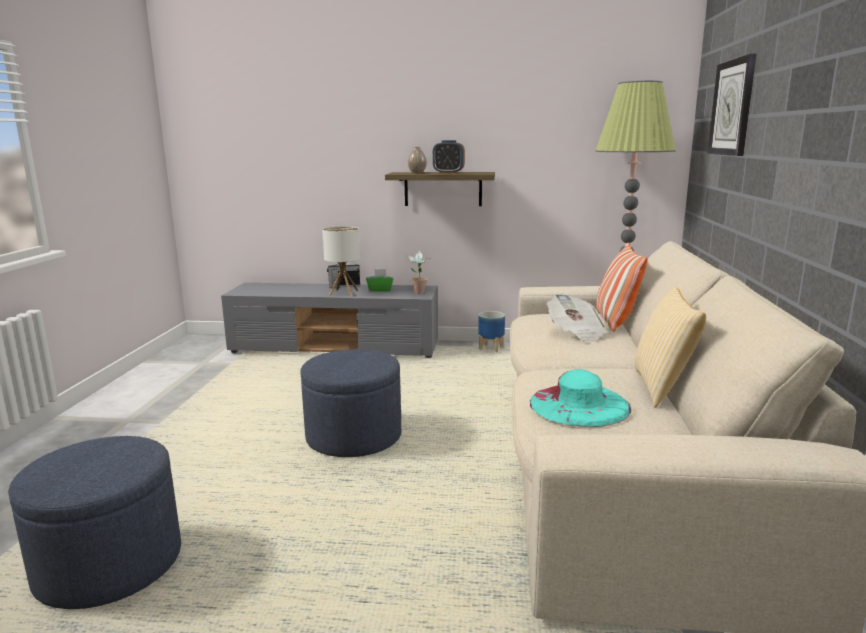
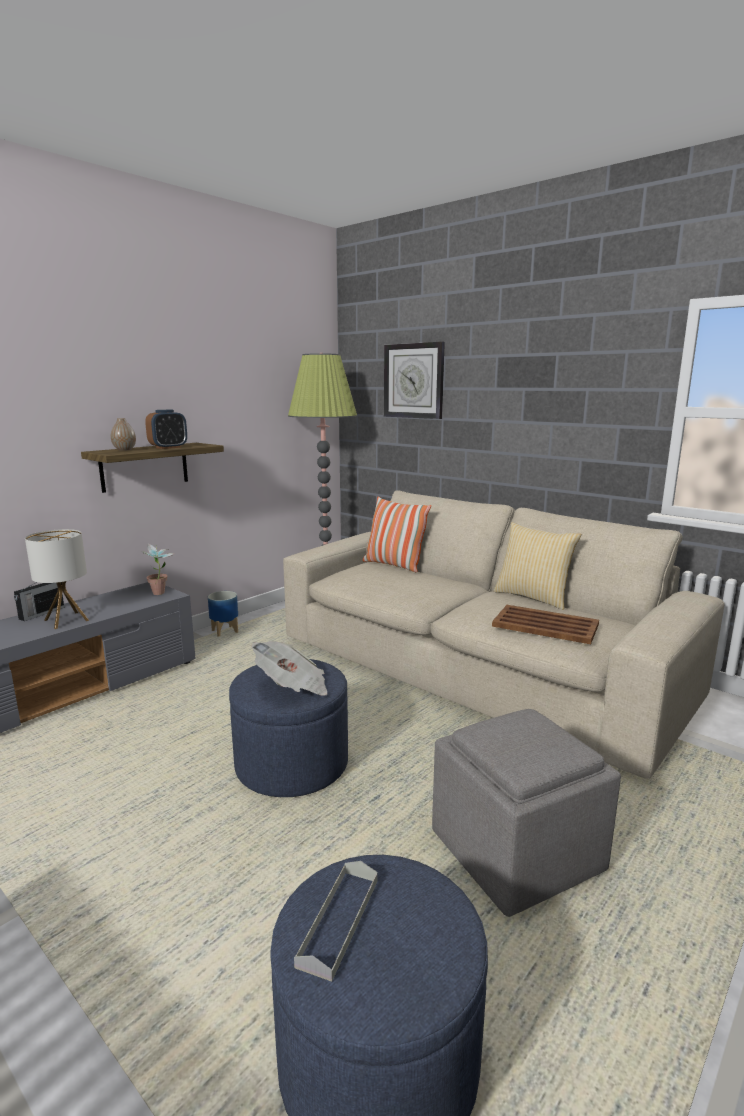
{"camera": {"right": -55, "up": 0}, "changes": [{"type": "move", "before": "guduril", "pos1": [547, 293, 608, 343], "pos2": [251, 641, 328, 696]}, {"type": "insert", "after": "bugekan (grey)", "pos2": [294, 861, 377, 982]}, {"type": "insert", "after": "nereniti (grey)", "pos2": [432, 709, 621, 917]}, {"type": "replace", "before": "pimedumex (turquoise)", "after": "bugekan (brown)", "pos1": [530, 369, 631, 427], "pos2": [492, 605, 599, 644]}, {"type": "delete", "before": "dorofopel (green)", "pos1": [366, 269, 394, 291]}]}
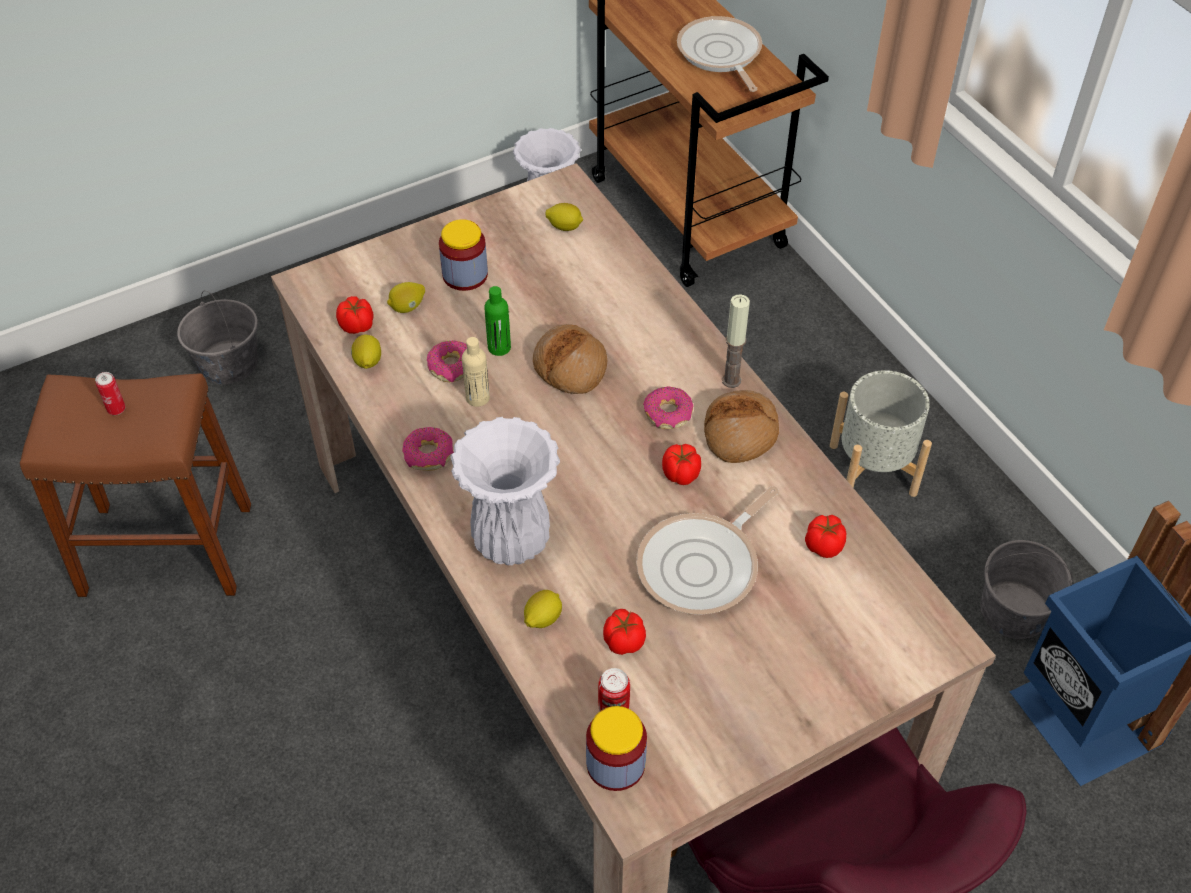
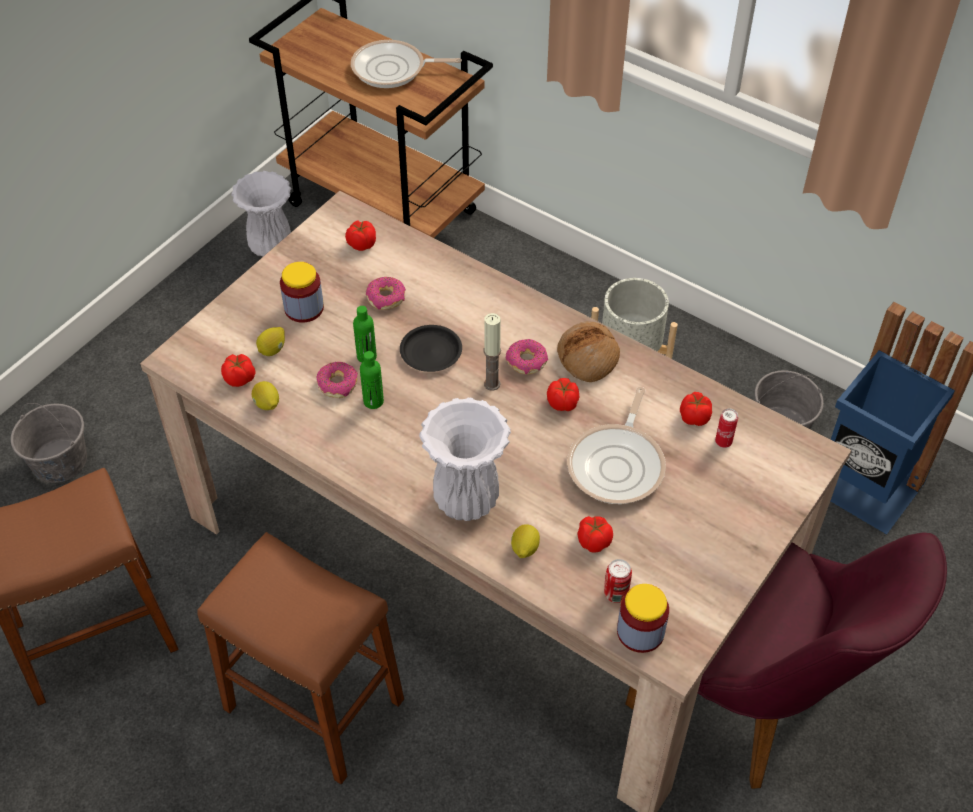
{"camera": {"right": -25, "up": 0}, "changes": [{"type": "insert", "after": "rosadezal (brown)", "pos2": [197, 532, 404, 784]}, {"type": "replace", "before": "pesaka", "after": "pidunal", "pos1": [545, 203, 583, 231], "pos2": [345, 220, 376, 251]}, {"type": "rotate", "before": "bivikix", "pos1": [677, 16, 762, 92], "pos2": [351, 40, 462, 88], "turn": -45}, {"type": "recolor", "before": "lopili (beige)", "after": "lopili (green)", "pos1": [462, 337, 490, 407], "pos2": [360, 351, 384, 409]}, {"type": "move", "before": "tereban", "pos1": [402, 427, 454, 471], "pos2": [366, 277, 406, 310]}, {"type": "replace", "before": "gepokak", "after": "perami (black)", "pos1": [533, 324, 607, 394], "pos2": [400, 325, 462, 372]}, {"type": "move", "before": "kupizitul", "pos1": [722, 294, 750, 388], "pos2": [484, 313, 501, 391]}, {"type": "move", "before": "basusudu", "pos1": [95, 372, 126, 415], "pos2": [715, 409, 738, 448]}]}
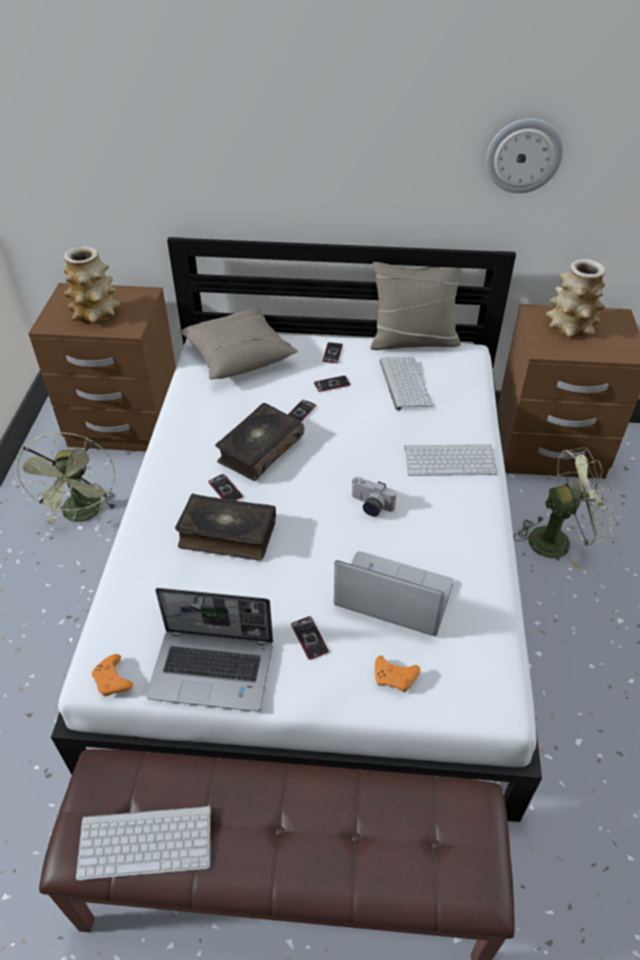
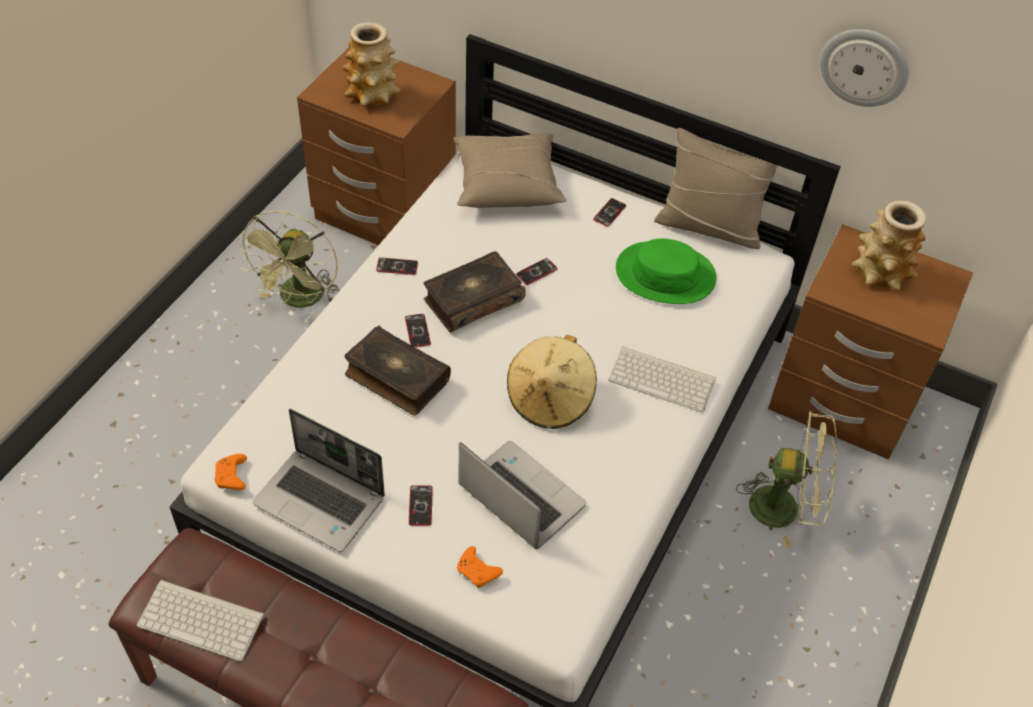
{"camera": {"right": 20, "up": 5}, "changes": [{"type": "move", "before": "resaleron", "pos1": [314, 376, 350, 392], "pos2": [376, 257, 418, 275]}, {"type": "replace", "before": "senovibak", "after": "pimedumex (beige)", "pos1": [351, 477, 396, 516], "pos2": [507, 335, 597, 429]}, {"type": "replace", "before": "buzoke", "after": "pimedumex (green)", "pos1": [380, 357, 433, 411], "pos2": [616, 238, 717, 304]}]}
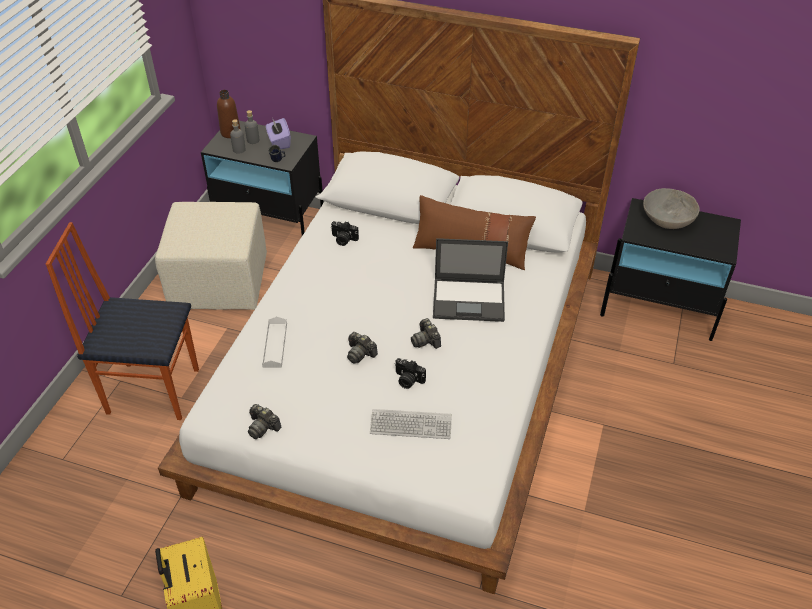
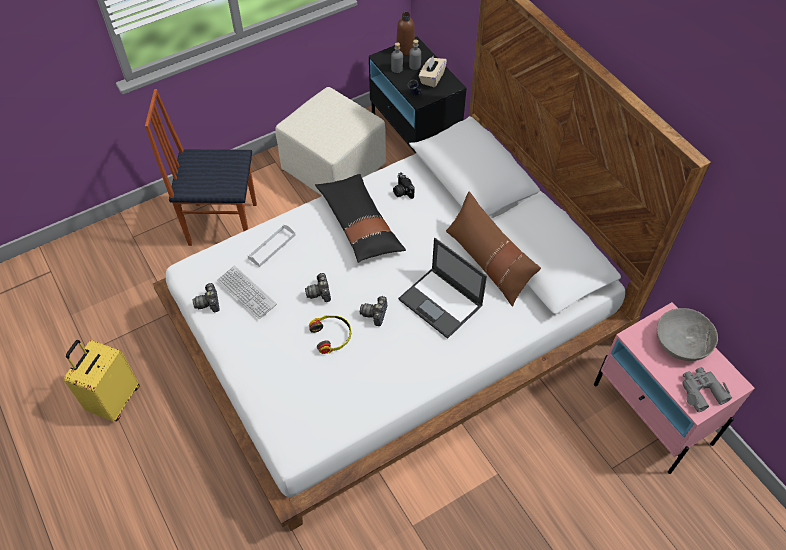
{"camera": {"right": 40, "up": 10}, "changes": [{"type": "rotate", "before": "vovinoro", "pos1": [46, 222, 199, 420], "pos2": [145, 89, 257, 246], "turn": -45}, {"type": "move", "before": "buzoke", "pos1": [370, 409, 452, 439], "pos2": [217, 265, 277, 319]}, {"type": "replace", "before": "senovibak", "after": "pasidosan", "pos1": [395, 358, 426, 389], "pos2": [309, 315, 351, 354]}, {"type": "insert", "after": "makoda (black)", "pos2": [315, 174, 406, 263]}, {"type": "recolor", "before": "dorofopel (purple)", "after": "dorofopel (beige)", "pos1": [266, 118, 291, 149], "pos2": [419, 56, 447, 87]}, {"type": "recolor", "before": "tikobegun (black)", "after": "tikobegun (pink)", "pos1": [600, 198, 741, 341], "pos2": [594, 302, 755, 474]}, {"type": "insert", "after": "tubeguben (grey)", "pos2": [682, 367, 733, 412]}]}
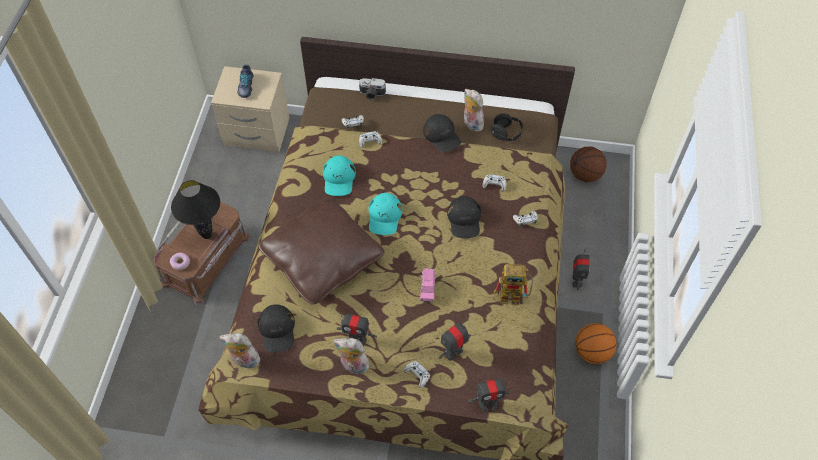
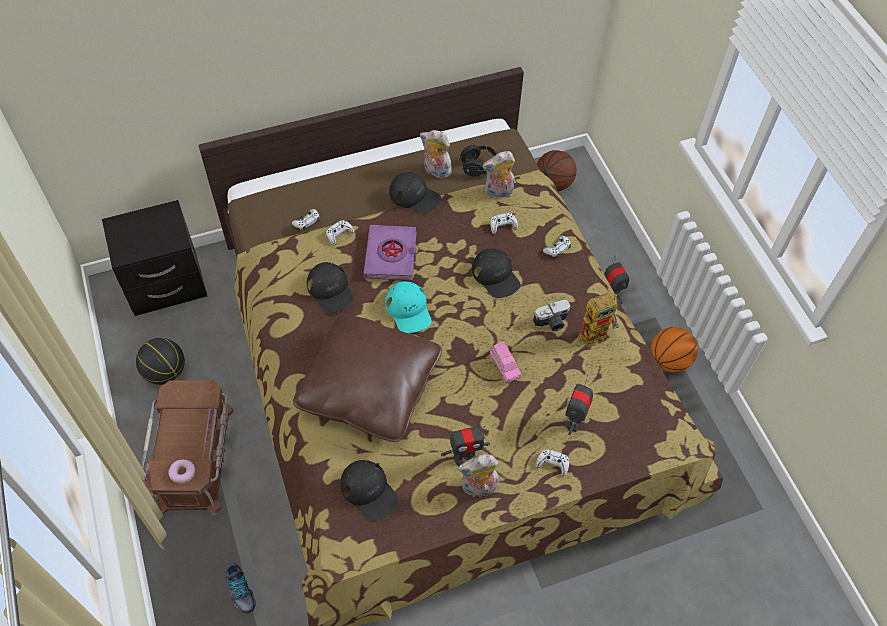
{"camera": {"right": -30, "up": 0}, "changes": [{"type": "recolor", "before": "tikobegun (beige)", "after": "tikobegun (black)", "pos1": [211, 66, 290, 152], "pos2": [102, 200, 207, 316]}, {"type": "insert", "after": "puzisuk", "pos2": [136, 338, 185, 385]}, {"type": "move", "before": "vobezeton", "pos1": [237, 65, 253, 98], "pos2": [225, 563, 256, 613]}, {"type": "recolor", "before": "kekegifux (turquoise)", "after": "kekegifux (black)", "pos1": [323, 156, 356, 196], "pos2": [307, 262, 354, 313]}, {"type": "insert", "after": "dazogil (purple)", "pos2": [364, 225, 417, 281]}, {"type": "move", "before": "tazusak", "pos1": [219, 333, 260, 368], "pos2": [482, 151, 515, 199]}, {"type": "move", "before": "senovibak", "pos1": [359, 78, 386, 100], "pos2": [533, 299, 571, 331]}, {"type": "delete", "before": "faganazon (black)", "pos1": [171, 180, 220, 239]}, {"type": "delete", "before": "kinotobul", "pos1": [468, 379, 510, 412]}]}
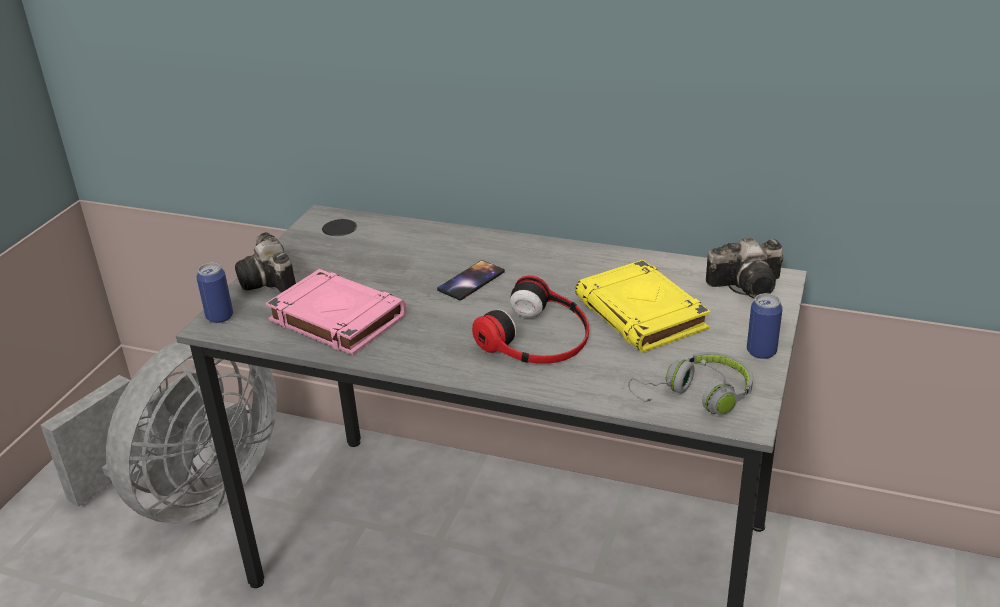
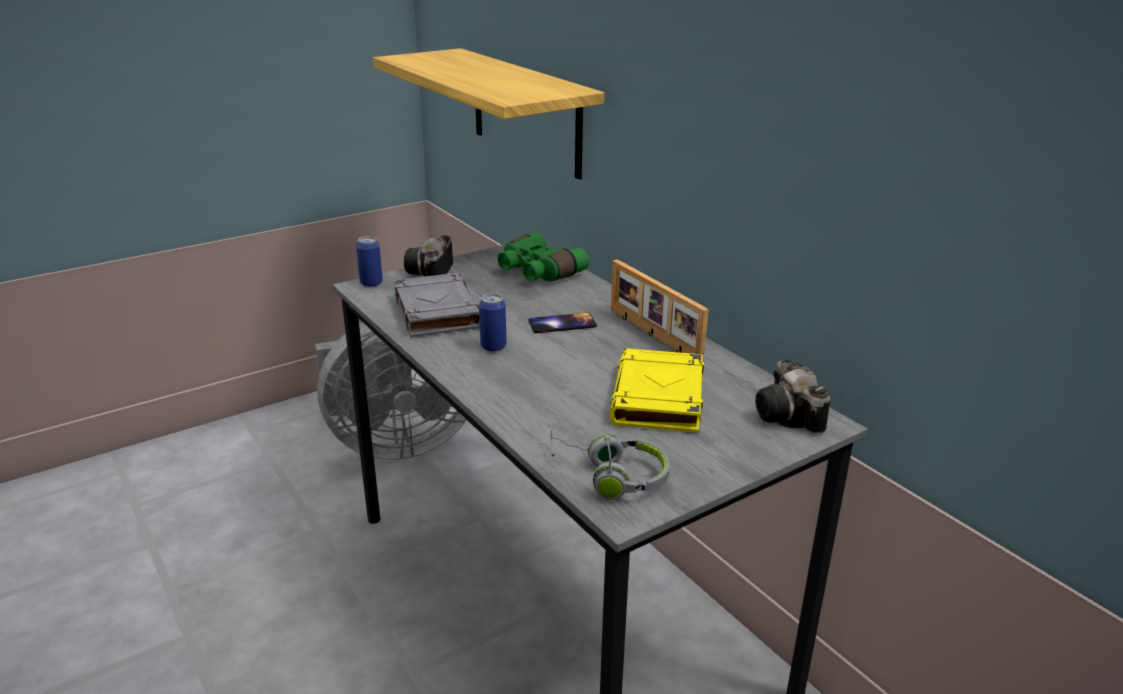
{"camera": {"right": 35, "up": -5}, "changes": [{"type": "insert", "after": "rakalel", "pos2": [373, 48, 604, 179]}, {"type": "recolor", "before": "dazogil (pink)", "after": "dazogil (grey)", "pos1": [266, 269, 407, 355], "pos2": [394, 273, 480, 337]}, {"type": "move", "before": "basusudu", "pos1": [747, 293, 783, 359], "pos2": [479, 293, 506, 352]}, {"type": "insert", "after": "tubeguben (green)", "pos2": [498, 232, 589, 281]}, {"type": "insert", "after": "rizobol", "pos2": [611, 259, 709, 362]}, {"type": "rotate", "before": "senovibak", "pos1": [706, 237, 783, 298], "pos2": [755, 359, 830, 434], "turn": 45}, {"type": "delete", "before": "pasidosan", "pos1": [472, 275, 589, 364]}]}
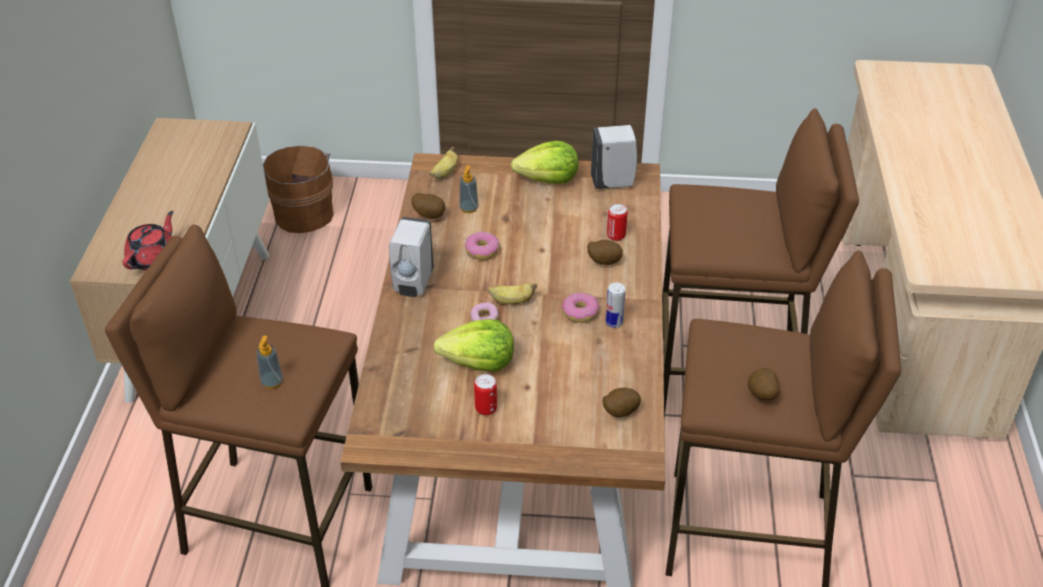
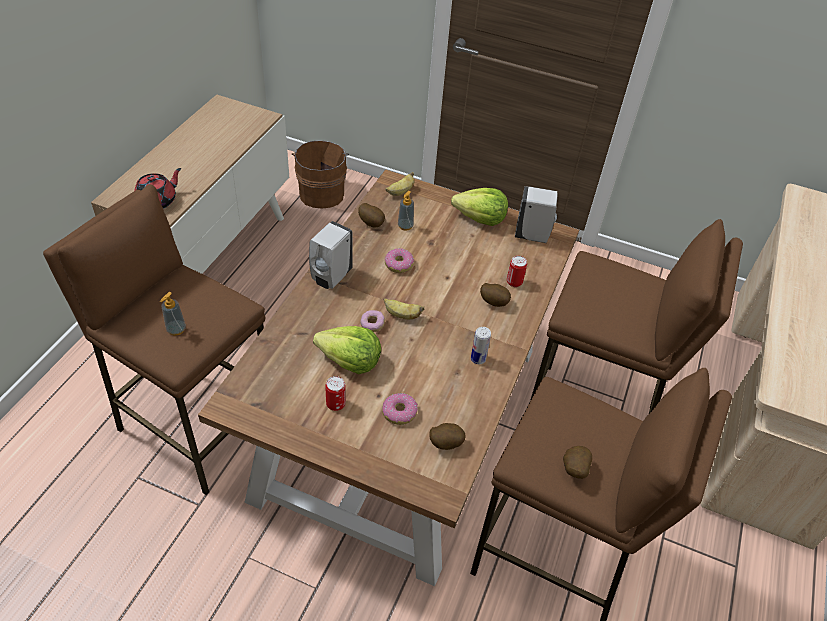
{"camera": {"right": 15, "up": 5}, "changes": [{"type": "move", "before": "tereban", "pos1": [562, 292, 599, 323], "pos2": [382, 393, 418, 425]}]}
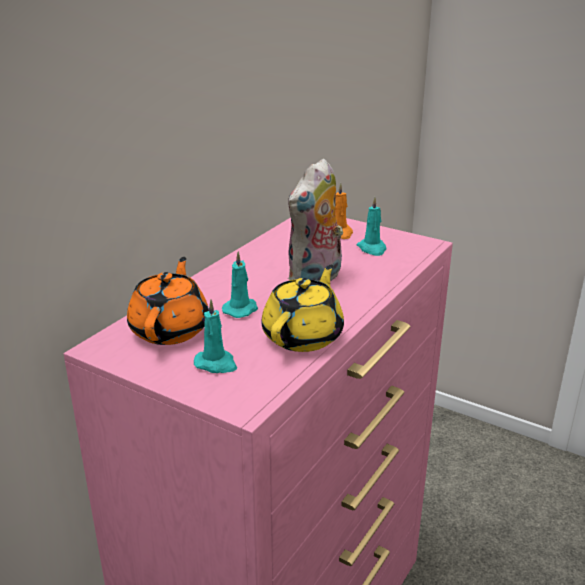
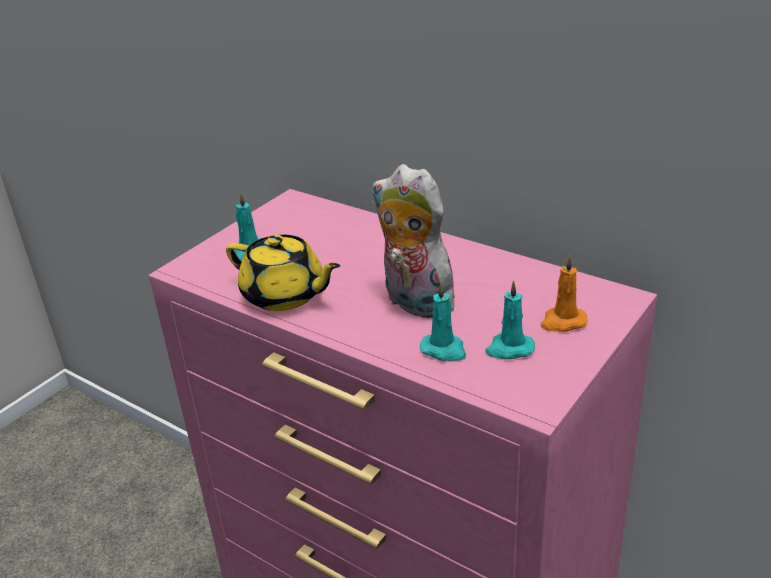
{"camera": {"right": 95, "up": 5}, "changes": [{"type": "move", "before": "kupizitul (turquoise)", "pos1": [222, 251, 258, 318], "pos2": [420, 282, 466, 361]}, {"type": "delete", "before": "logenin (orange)", "pos1": [127, 257, 209, 345]}]}
